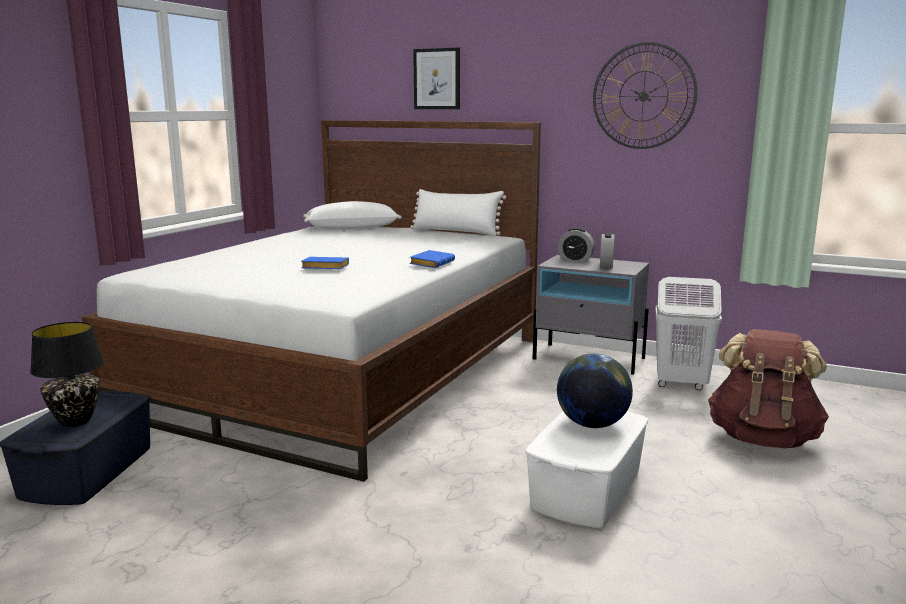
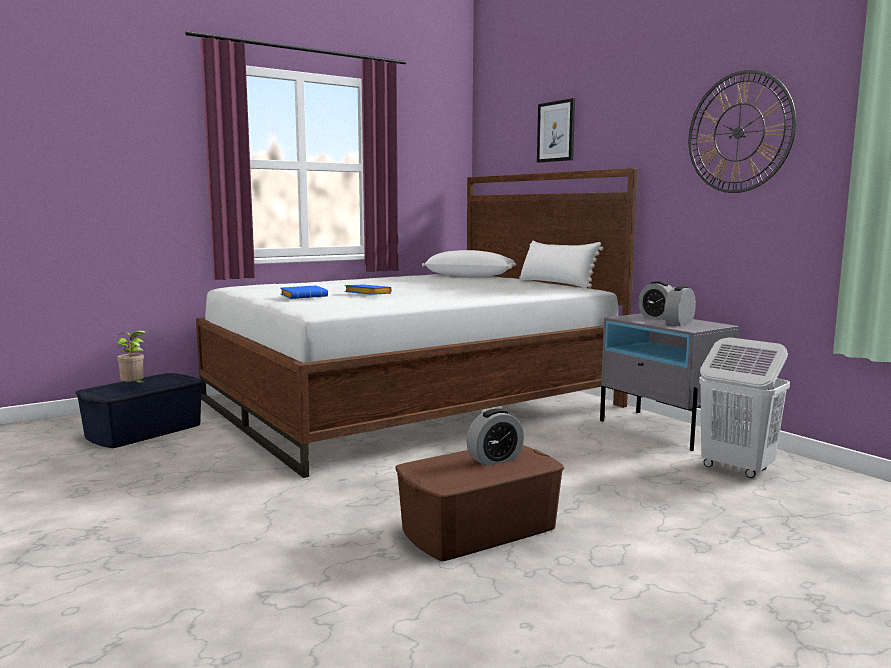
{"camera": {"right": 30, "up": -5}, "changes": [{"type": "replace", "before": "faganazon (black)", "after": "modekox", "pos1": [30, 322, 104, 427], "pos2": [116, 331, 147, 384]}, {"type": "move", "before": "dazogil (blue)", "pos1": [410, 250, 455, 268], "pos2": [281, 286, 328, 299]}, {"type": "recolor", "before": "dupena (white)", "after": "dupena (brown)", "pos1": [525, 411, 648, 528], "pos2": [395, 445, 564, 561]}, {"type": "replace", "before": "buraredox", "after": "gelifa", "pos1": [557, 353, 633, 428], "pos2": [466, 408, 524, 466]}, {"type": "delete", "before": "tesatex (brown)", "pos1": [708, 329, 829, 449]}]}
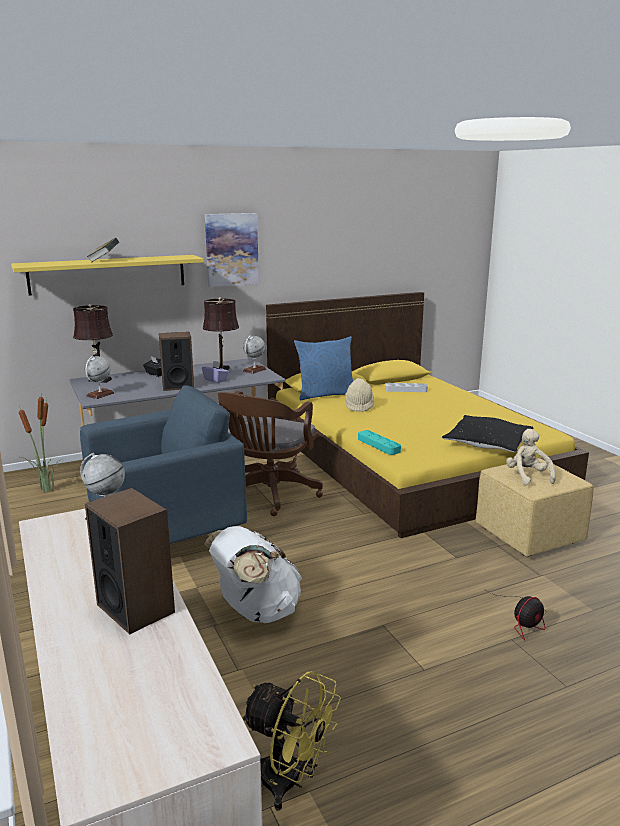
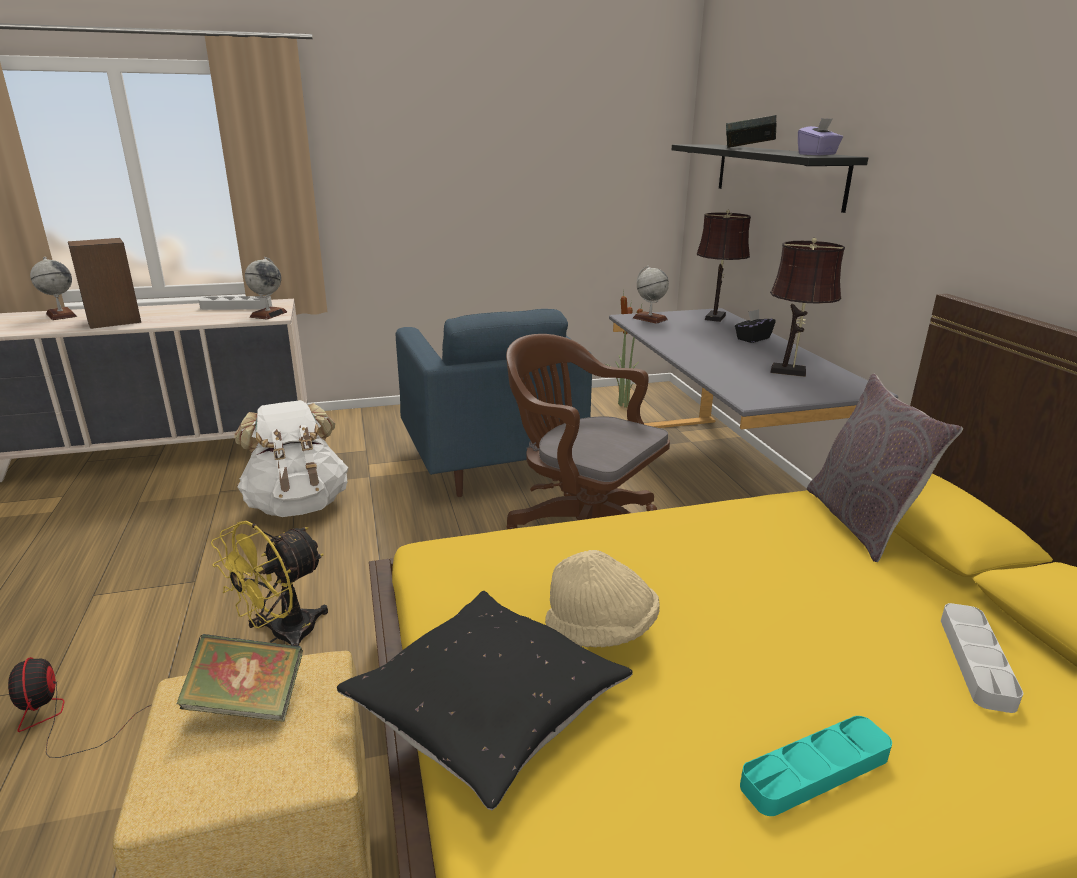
{"camera": {"right": 100, "up": 5}, "changes": [{"type": "move", "before": "buraredox", "pos1": [243, 336, 266, 374], "pos2": [30, 257, 77, 320]}, {"type": "replace", "before": "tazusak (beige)", "after": "dazogil", "pos1": [506, 429, 556, 485], "pos2": [176, 634, 303, 722]}, {"type": "insert", "after": "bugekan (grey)", "pos2": [199, 296, 272, 310]}, {"type": "move", "before": "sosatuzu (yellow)", "pos1": [241, 671, 341, 811], "pos2": [211, 521, 328, 646]}, {"type": "move", "before": "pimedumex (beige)", "pos1": [345, 378, 374, 412], "pos2": [545, 550, 660, 648]}, {"type": "recolor", "before": "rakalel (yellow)", "after": "rakalel (black)", "pos1": [11, 255, 204, 296], "pos2": [672, 144, 868, 213]}, {"type": "move", "before": "bugekan (turquoise)", "pos1": [358, 430, 401, 455], "pos2": [740, 716, 892, 816]}, {"type": "move", "before": "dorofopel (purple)", "pos1": [202, 361, 229, 383], "pos2": [798, 118, 843, 156]}, {"type": "recolor", "before": "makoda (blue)", "after": "makoda (grey)", "pos1": [294, 336, 353, 400], "pos2": [807, 373, 963, 562]}, {"type": "delete", "before": "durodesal", "pos1": [159, 332, 194, 391]}, {"type": "delete", "before": "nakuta", "pos1": [205, 213, 259, 287]}]}
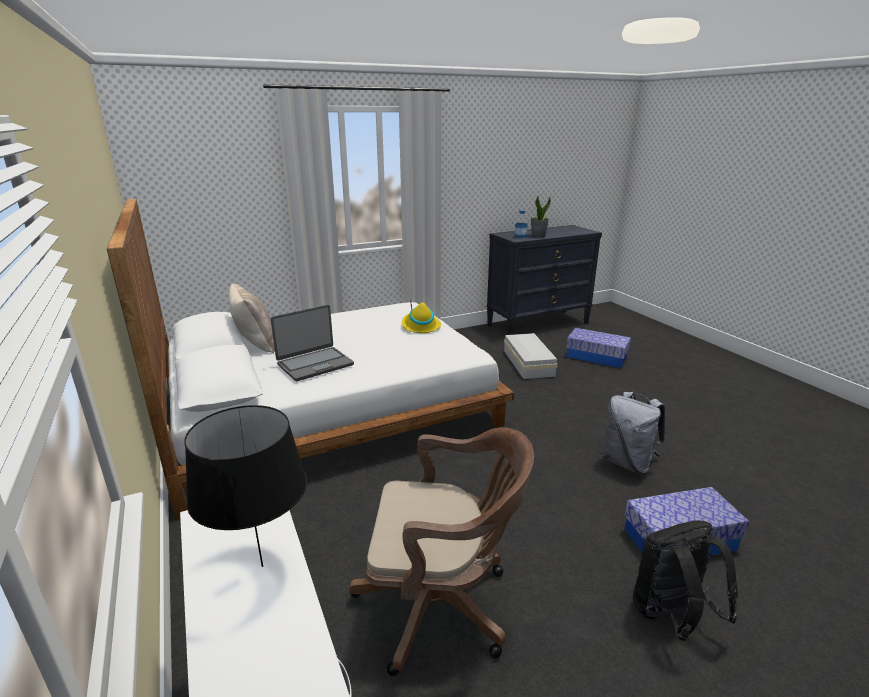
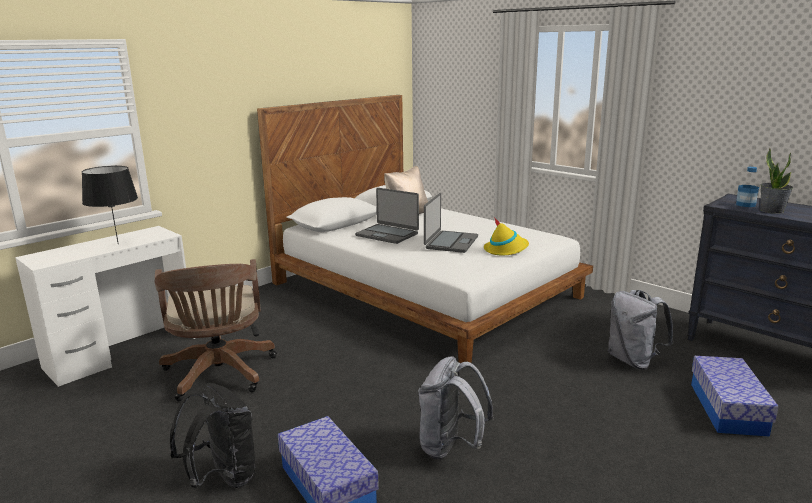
{"camera": {"right": 70, "up": -5}, "changes": [{"type": "insert", "after": "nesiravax", "pos2": [424, 193, 478, 253]}, {"type": "replace", "before": "dupena (white)", "after": "tesatex (grey)", "pos1": [504, 333, 558, 379], "pos2": [608, 290, 674, 370]}]}
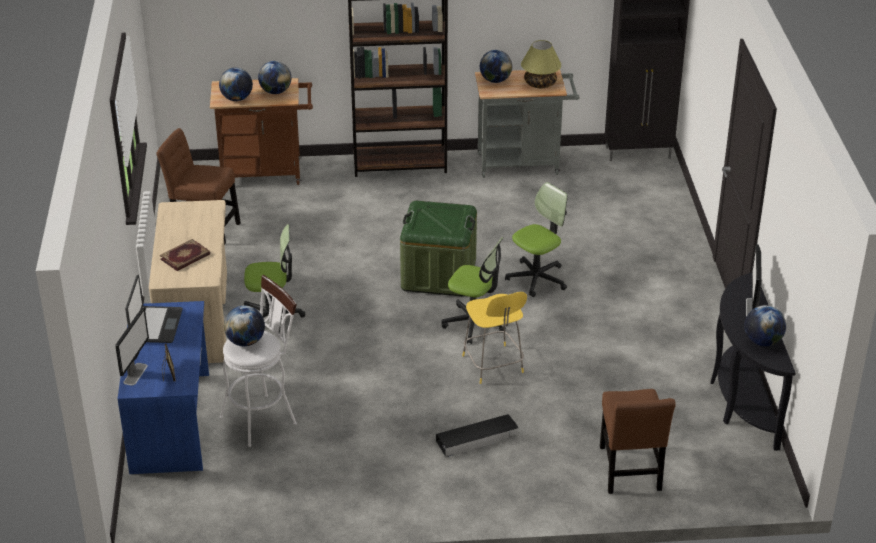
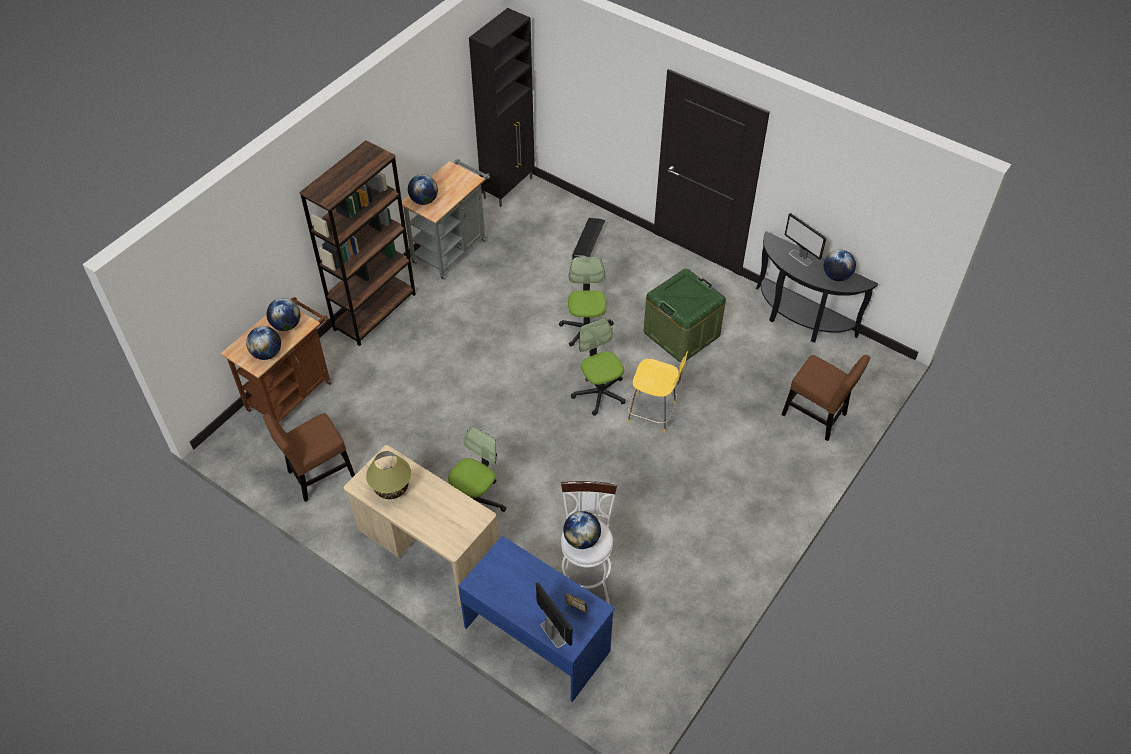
{"camera": {"right": -50, "up": 15}, "changes": [{"type": "move", "before": "faganazon", "pos1": [521, 40, 561, 88], "pos2": [366, 451, 411, 499]}, {"type": "rotate", "before": "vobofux", "pos1": [442, 237, 506, 344], "pos2": [571, 318, 626, 416], "turn": -90}, {"type": "move", "before": "dupena (black)", "pos1": [436, 414, 518, 457], "pos2": [572, 218, 605, 259]}, {"type": "move", "before": "dupena (green)", "pos1": [400, 201, 477, 296], "pos2": [644, 269, 726, 362]}, {"type": "delete", "before": "nesiravax", "pos1": [125, 275, 183, 343]}, {"type": "delete", "before": "dazogil", "pos1": [160, 239, 210, 271]}]}
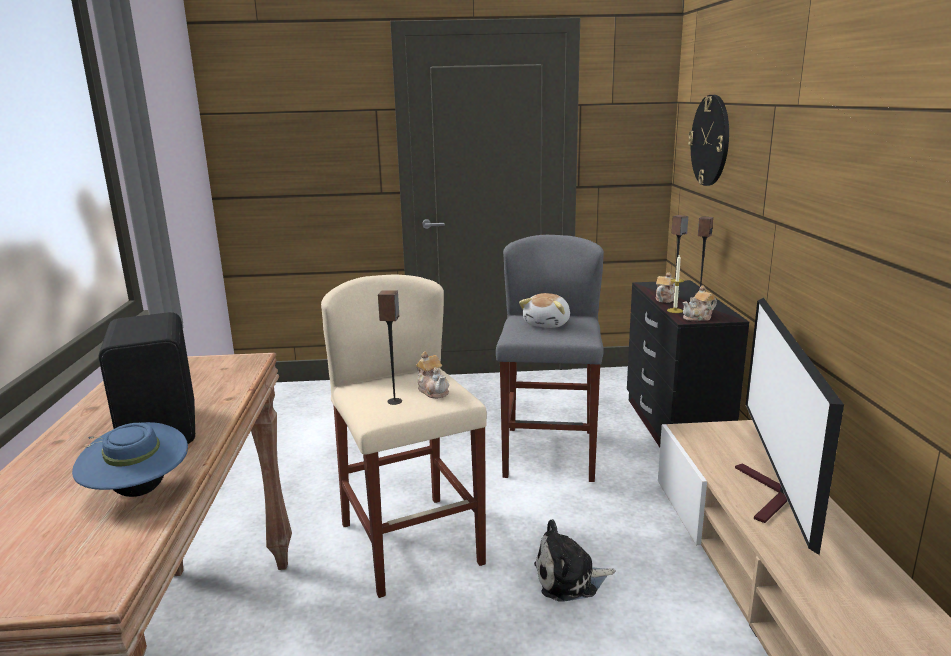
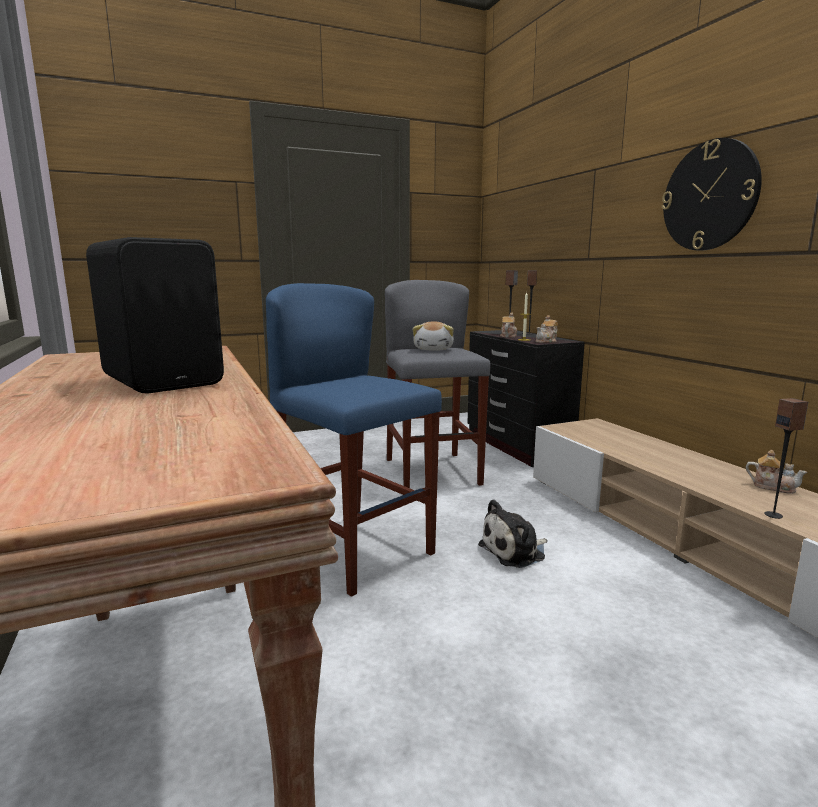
{"camera": {"right": -20, "up": -5}, "changes": [{"type": "recolor", "before": "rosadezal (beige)", "after": "rosadezal (blue)", "pos1": [321, 274, 487, 598], "pos2": [266, 283, 442, 597]}, {"type": "move", "before": "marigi", "pos1": [688, 95, 729, 186], "pos2": [662, 138, 762, 250]}, {"type": "move", "before": "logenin", "pos1": [416, 351, 449, 399], "pos2": [746, 450, 807, 494]}, {"type": "move", "before": "durodesal", "pos1": [378, 290, 402, 405], "pos2": [765, 398, 808, 519]}, {"type": "delete", "before": "pimedumex (blue)", "pos1": [72, 422, 188, 497]}, {"type": "delete", "before": "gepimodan", "pos1": [735, 298, 844, 555]}]}
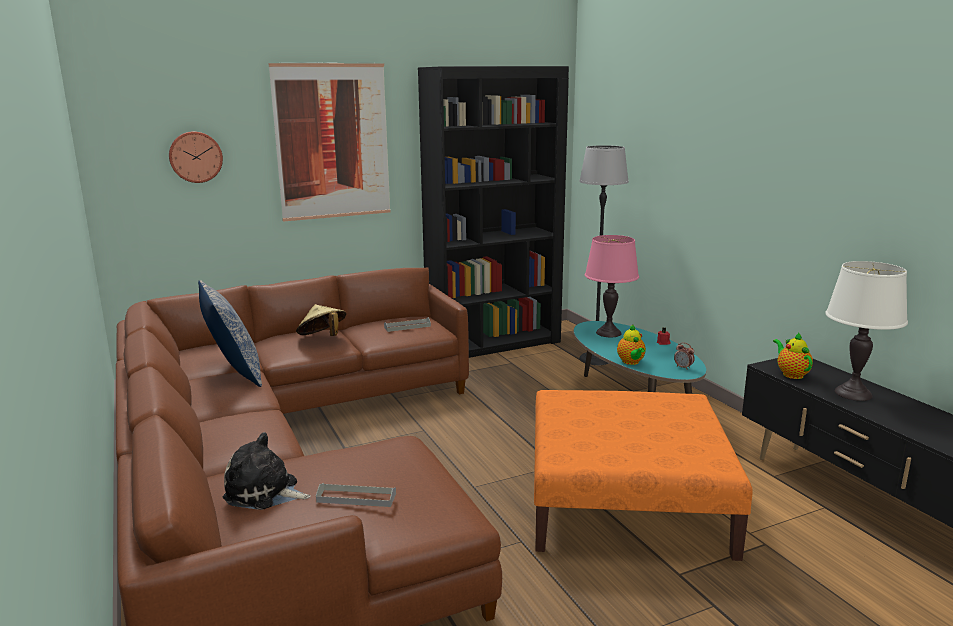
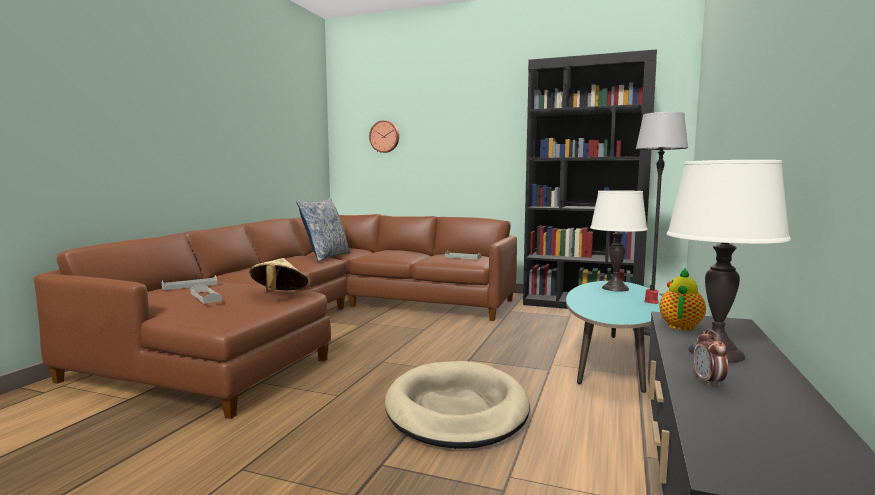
{"camera": {"right": 45, "up": -10}, "changes": [{"type": "replace", "before": "tazusak", "after": "bugekan (grey)", "pos1": [223, 432, 311, 510], "pos2": [162, 275, 217, 290]}, {"type": "move", "before": "pimedumex (beige)", "pos1": [296, 304, 346, 336], "pos2": [250, 258, 308, 292]}, {"type": "replace", "before": "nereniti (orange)", "after": "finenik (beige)", "pos1": [534, 390, 753, 561], "pos2": [385, 361, 530, 449]}, {"type": "recolor", "before": "faganazon (pink)", "after": "faganazon (white)", "pos1": [585, 235, 639, 337], "pos2": [590, 190, 648, 292]}, {"type": "move", "before": "gelifa", "pos1": [674, 342, 695, 370], "pos2": [693, 329, 728, 387]}, {"type": "delete", "before": "nakuta", "pos1": [268, 62, 391, 222]}, {"type": "delete", "before": "logenin", "pos1": [617, 325, 646, 365]}]}
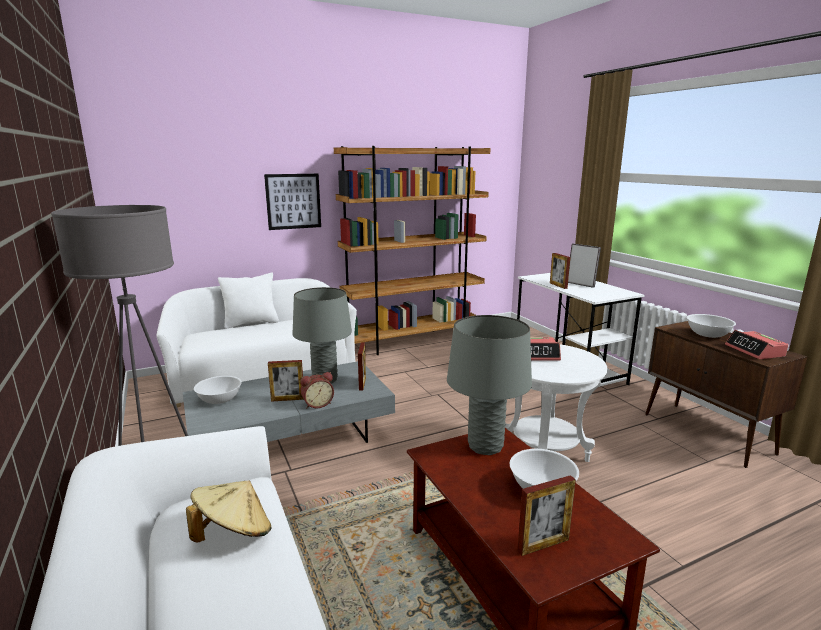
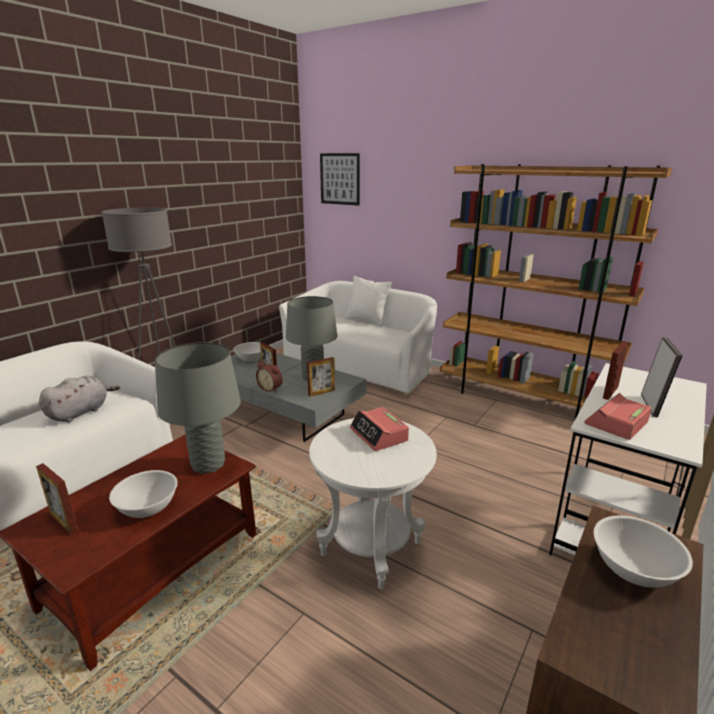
{"camera": {"right": 60, "up": 5}, "changes": [{"type": "replace", "before": "pimedumex (beige)", "after": "tazusak (grey)", "pos1": [186, 481, 271, 543], "pos2": [39, 376, 120, 423]}, {"type": "move", "before": "nakuta", "pos1": [264, 174, 321, 230], "pos2": [320, 153, 360, 206]}, {"type": "move", "before": "gelifa", "pos1": [725, 330, 788, 359], "pos2": [584, 393, 651, 440]}]}
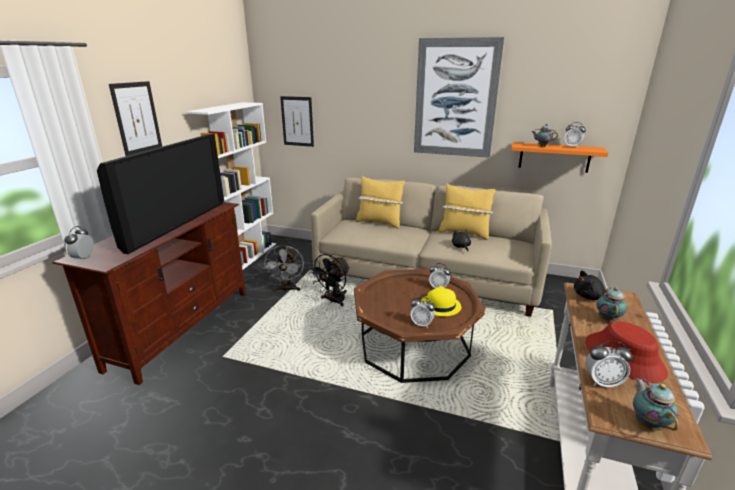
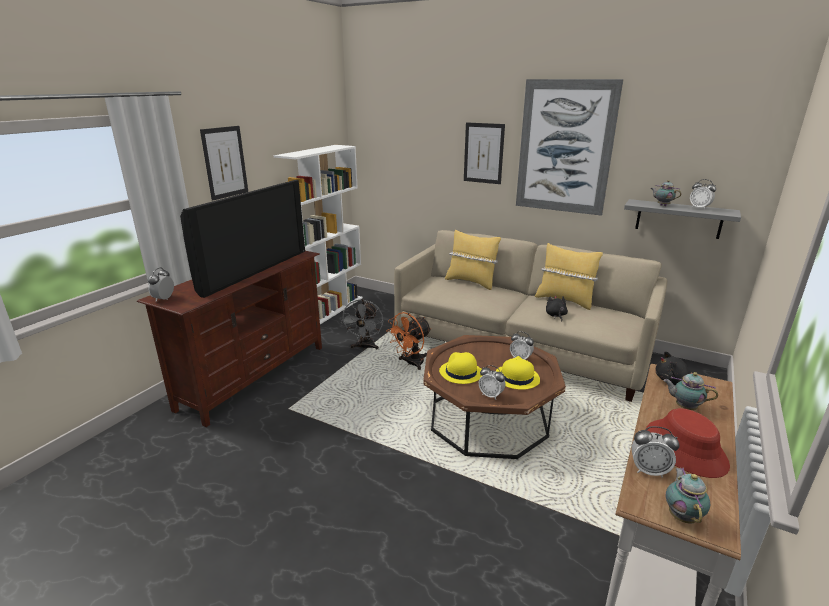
{"camera": {"right": 10, "up": 0}, "changes": [{"type": "recolor", "before": "sosatuzu (black)", "after": "sosatuzu (orange)", "pos1": [310, 254, 350, 306], "pos2": [386, 312, 432, 370]}, {"type": "insert", "after": "pimedumex (yellow)", "pos2": [439, 352, 483, 384]}, {"type": "move", "before": "nakuta", "pos1": [280, 96, 314, 147], "pos2": [464, 122, 505, 184]}, {"type": "recolor", "before": "rakalel (orange)", "after": "rakalel (grey)", "pos1": [511, 142, 608, 173], "pos2": [624, 199, 741, 239]}, {"type": "rotate", "before": "logenin", "pos1": [596, 287, 627, 322], "pos2": [663, 372, 718, 410], "turn": -90}]}
